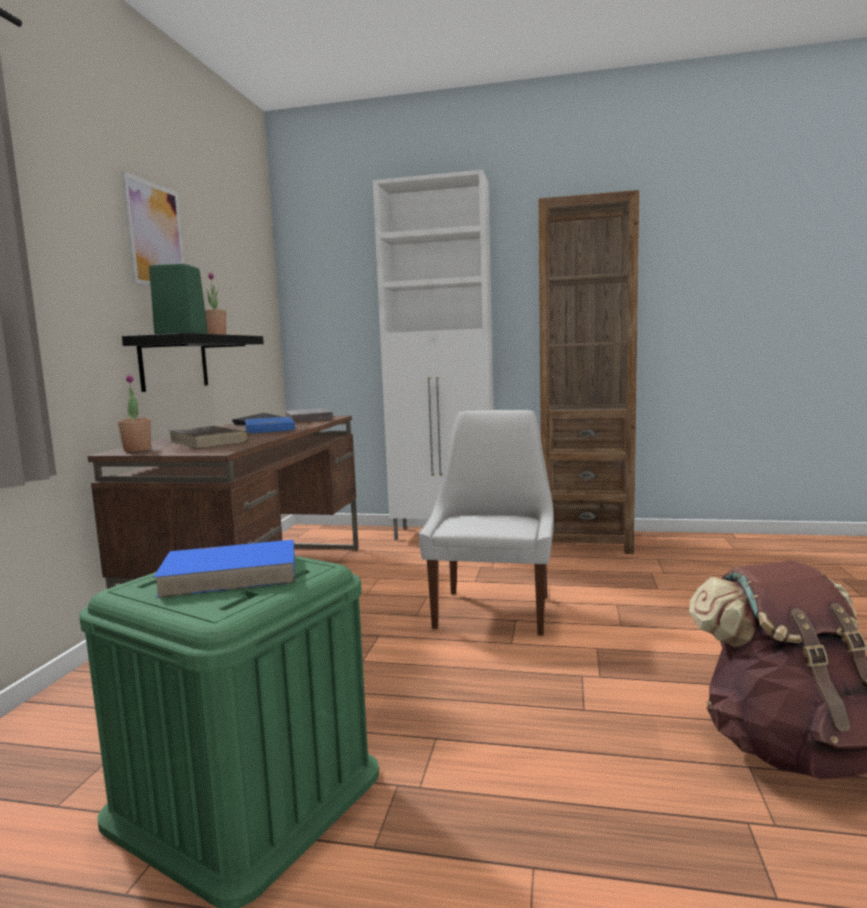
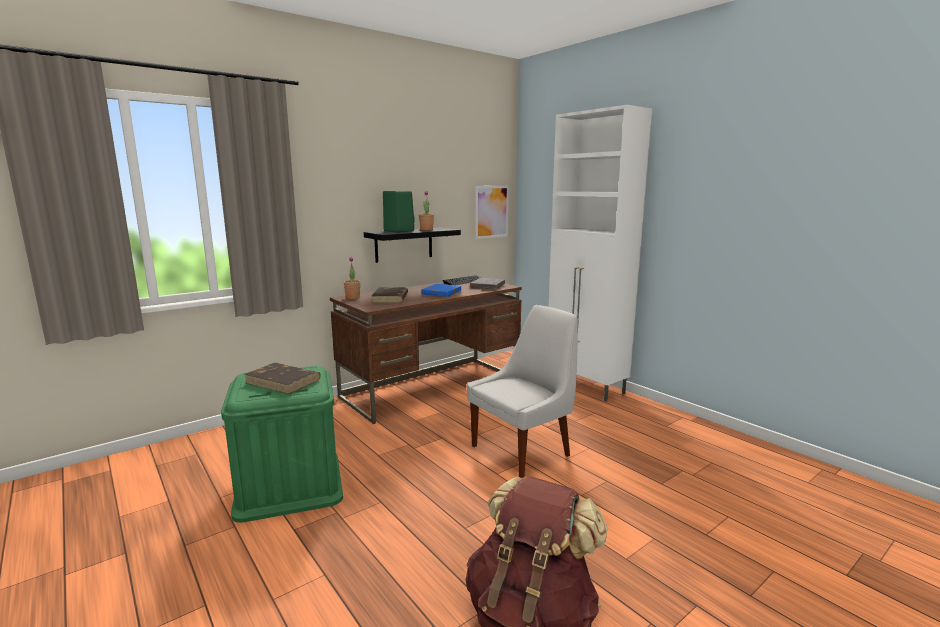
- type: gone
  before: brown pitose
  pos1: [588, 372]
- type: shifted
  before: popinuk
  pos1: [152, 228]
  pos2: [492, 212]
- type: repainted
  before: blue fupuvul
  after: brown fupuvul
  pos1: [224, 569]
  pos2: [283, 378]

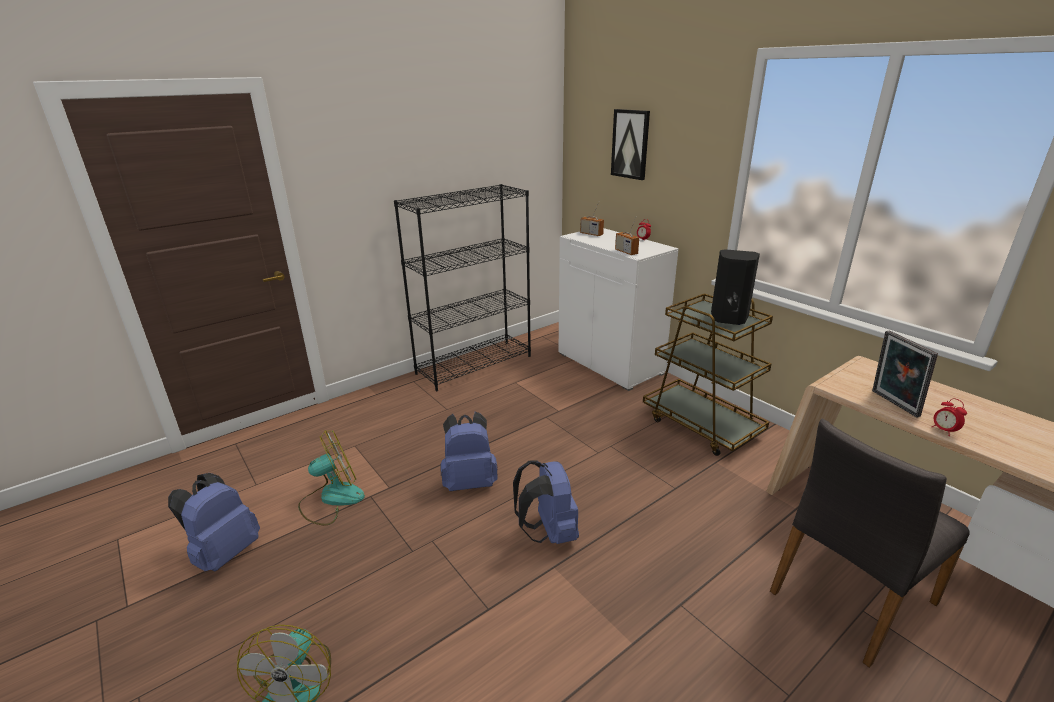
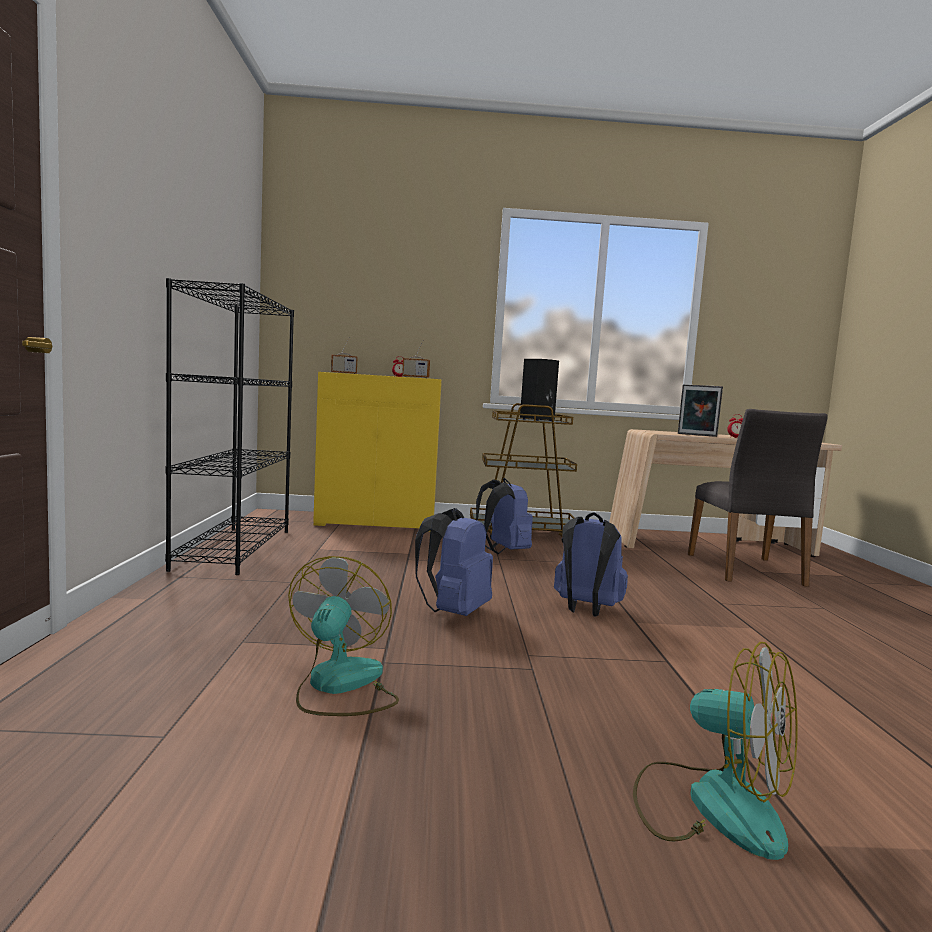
- type: gone
  before: popinuk
  pos1: [630, 144]
- type: shifted
  before: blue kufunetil
  pos1: [214, 522]
  pos2: [504, 516]
- type: repainted
  before: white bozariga
  after: yellow bozariga
  pos1: [618, 309]
  pos2: [377, 452]

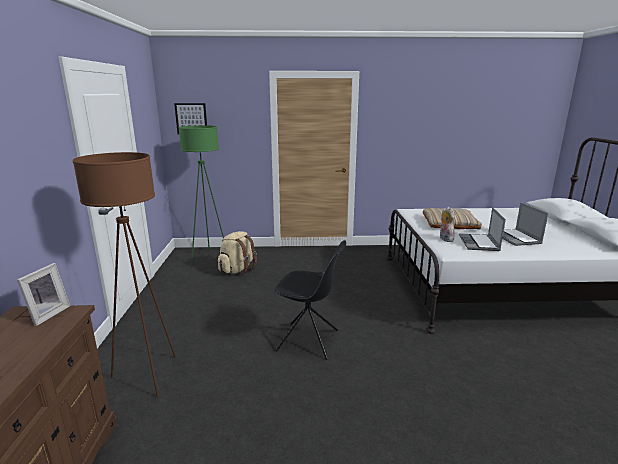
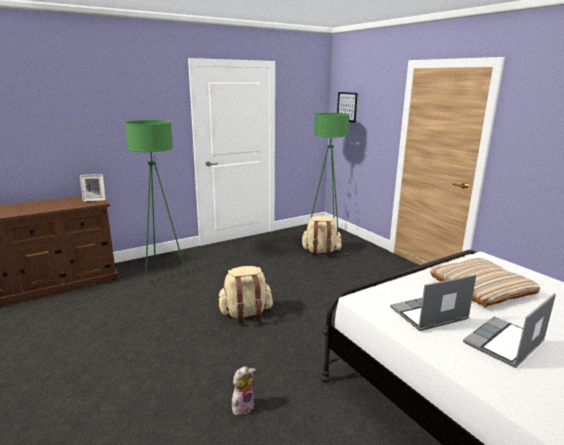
- type: shifted
  before: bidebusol
  pos1: [447, 224]
  pos2: [244, 390]
- type: swapped
  before: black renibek
  after: beige kufunetil
  pos1: [310, 300]
  pos2: [244, 294]
- type: repainted
  before: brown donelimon
  after: green donelimon
  pos1: [124, 274]
  pos2: [156, 201]

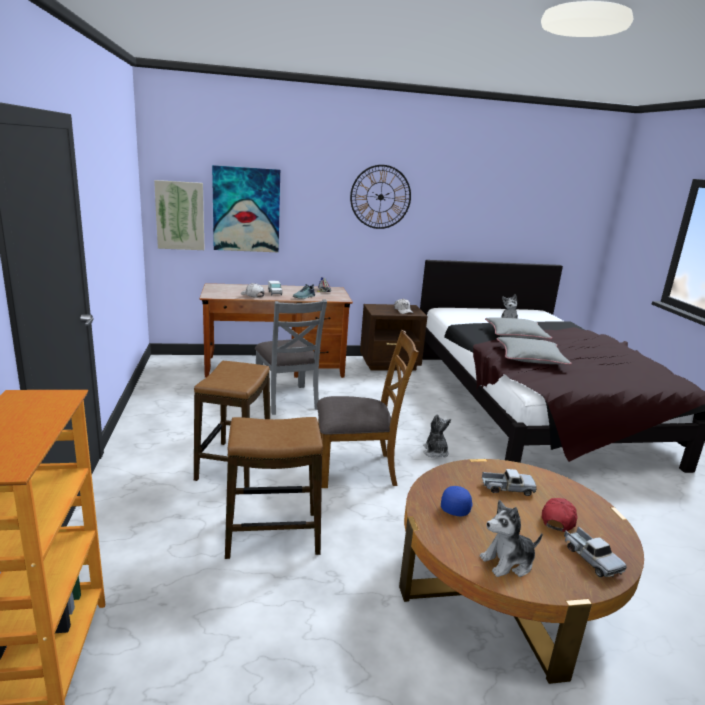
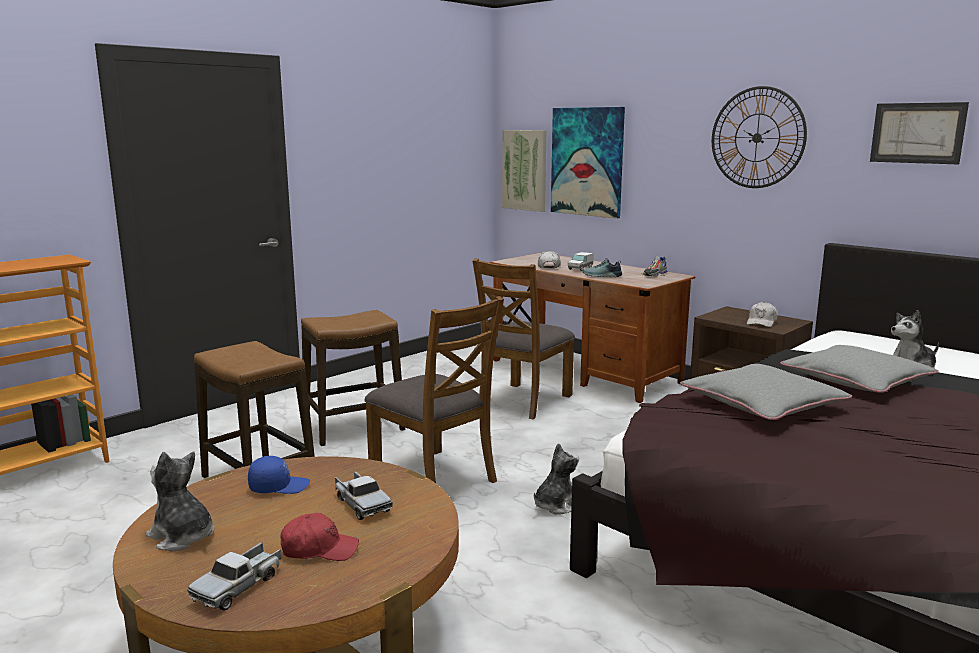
- type: new
  after: popinuk
  pos2: [919, 133]
- type: repainted
  before: grey renibek
  after: brown renibek
  pos1: [291, 357]
  pos2: [524, 338]

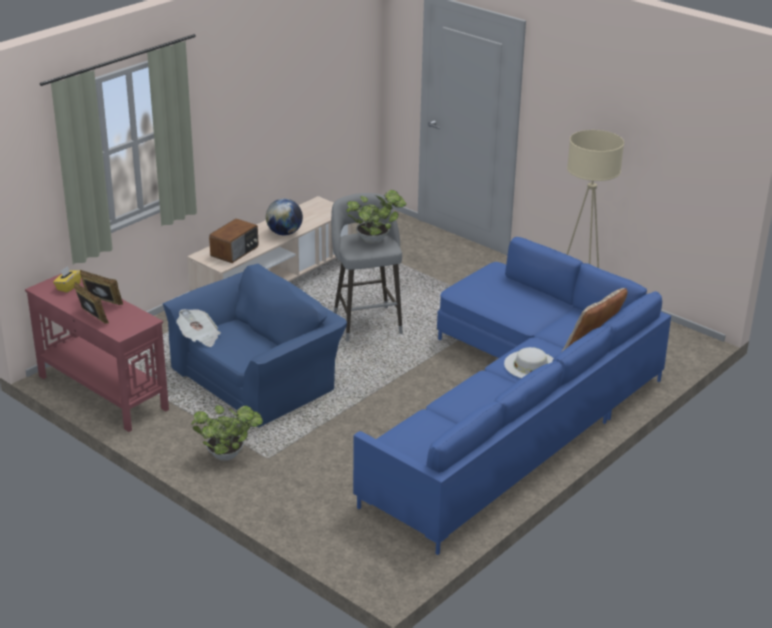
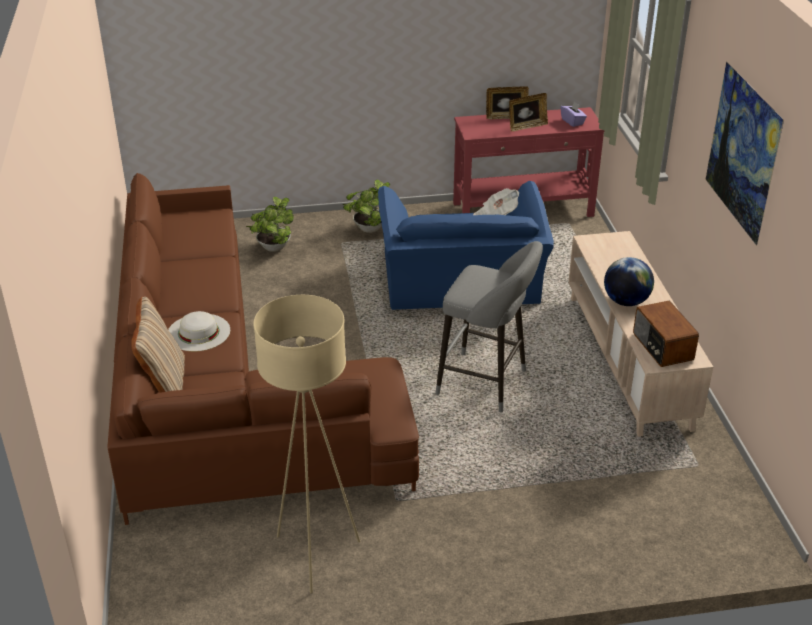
- type: new
  after: popinuk
  pos2: [744, 153]
- type: shifted
  before: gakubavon
  pos1: [234, 241]
  pos2: [666, 334]
- type: shifted
  before: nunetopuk
  pos1: [376, 217]
  pos2: [270, 224]
- type: repainted
  before: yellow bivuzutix
  after: purple bivuzutix
  pos1: [67, 279]
  pos2: [573, 114]
- type: repainted
  before: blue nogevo
  after: brown nogevo
  pos1: [512, 396]
  pos2: [263, 349]

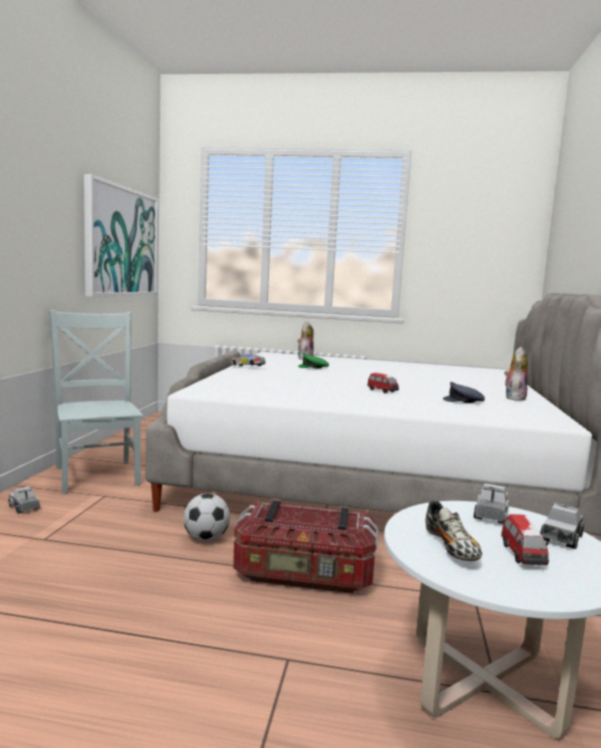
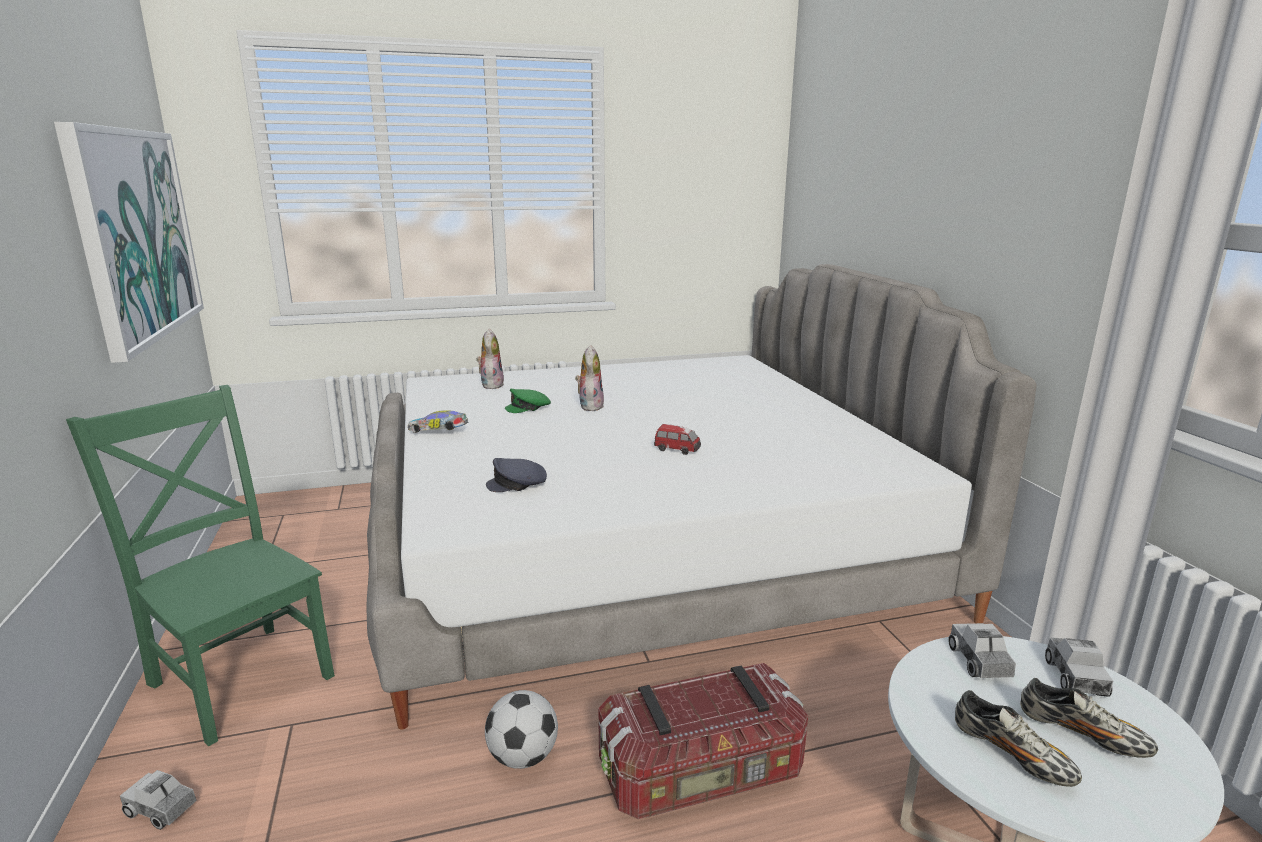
- type: shifted
  before: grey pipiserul
  pos1: [464, 392]
  pos2: [516, 475]
- type: shifted
  before: bidebusol
  pos1: [516, 374]
  pos2: [589, 378]
- type: swapped
  before: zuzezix
  after: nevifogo
  pos1: [525, 539]
  pos2: [1089, 718]
- type: repainted
  before: grey renibek
  after: green renibek
  pos1: [96, 402]
  pos2: [200, 565]

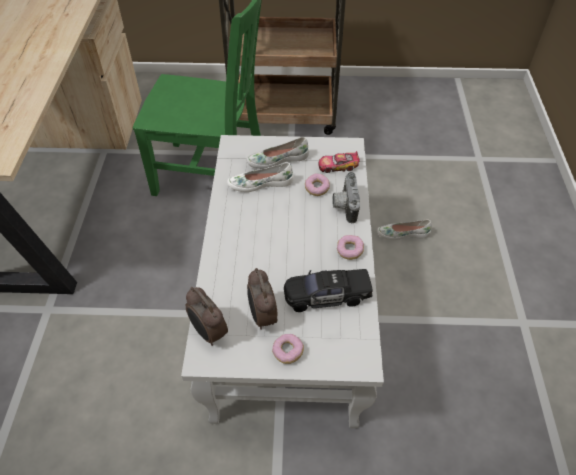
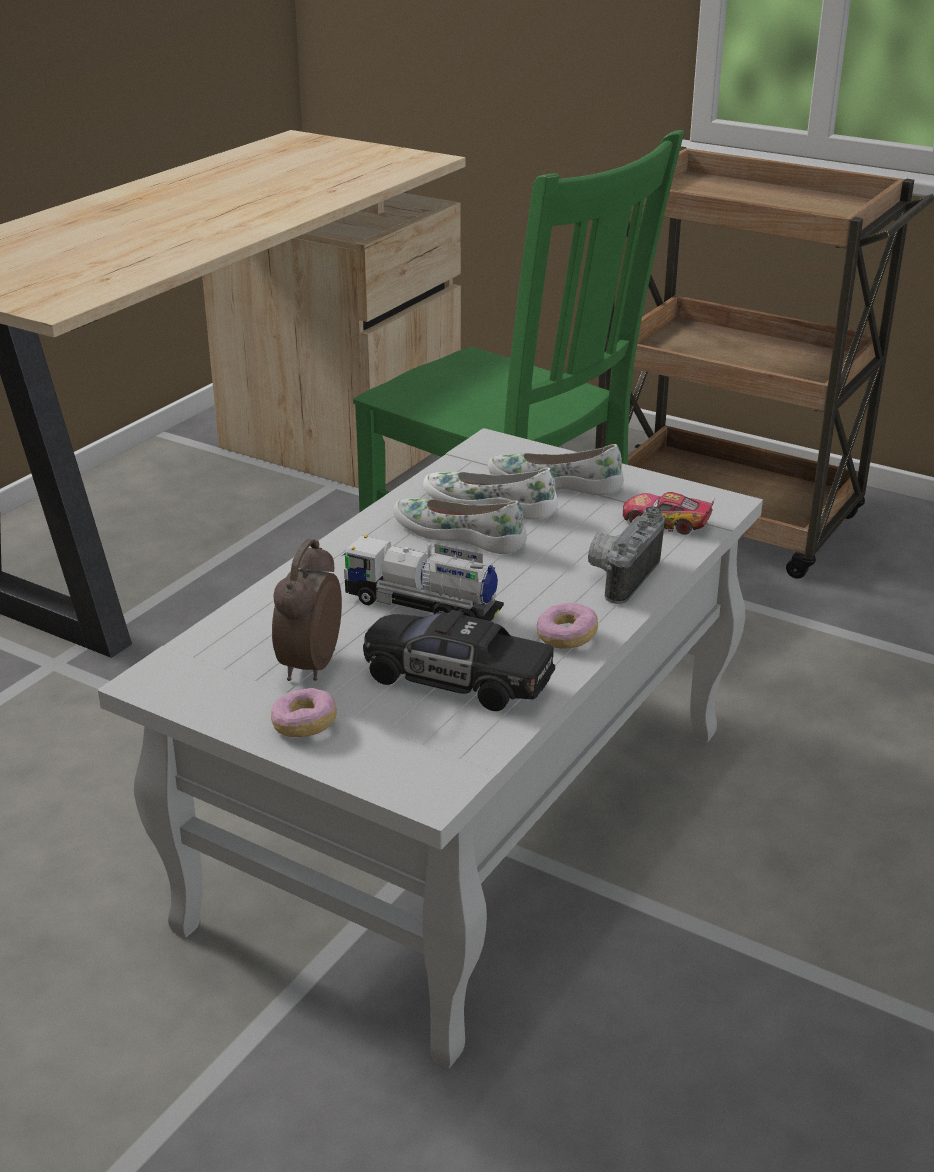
- type: gone
  before: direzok
  pos1: [207, 316]
- type: gone
  before: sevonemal
  pos1: [317, 184]
- type: new
  after: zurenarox
  pos2: [423, 578]
- type: shifted
  before: white nevifogo
  pos1: [404, 230]
  pos2: [460, 526]

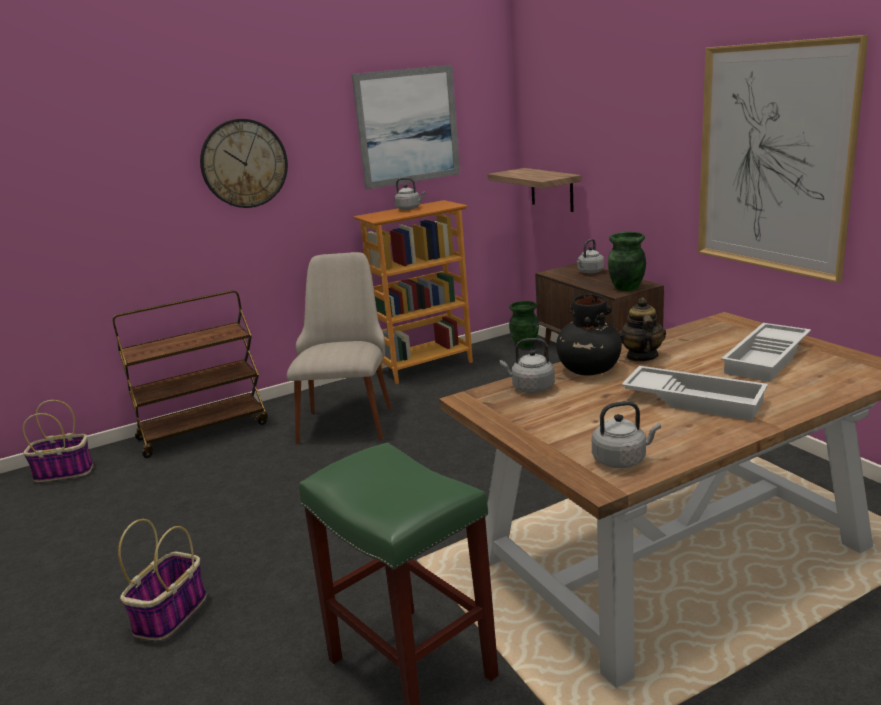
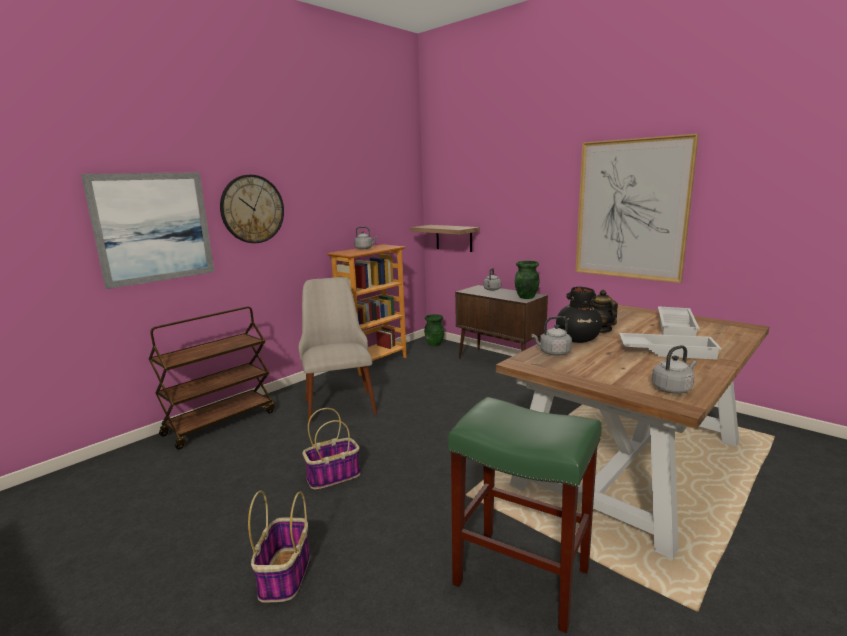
- type: shifted
  before: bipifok
  pos1: [58, 441]
  pos2: [331, 448]
- type: shifted
  before: popinuk
  pos1: [406, 127]
  pos2: [147, 230]

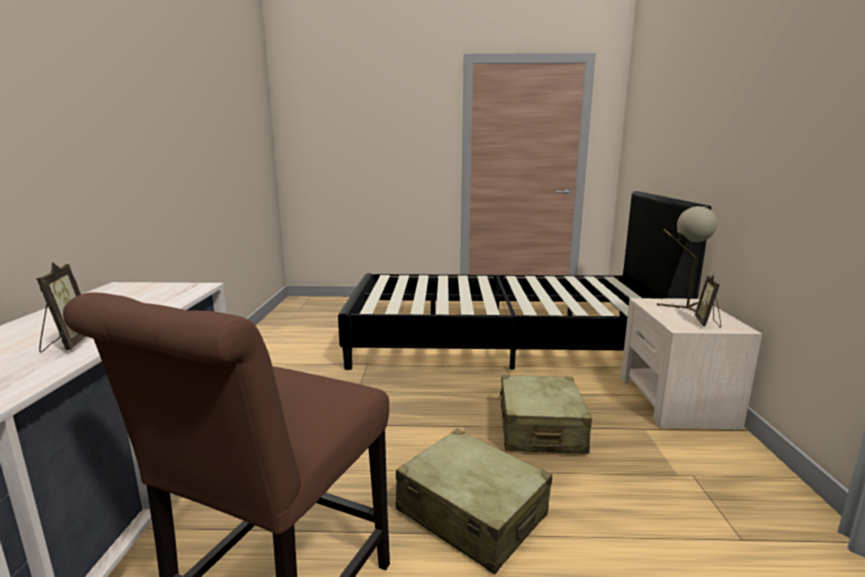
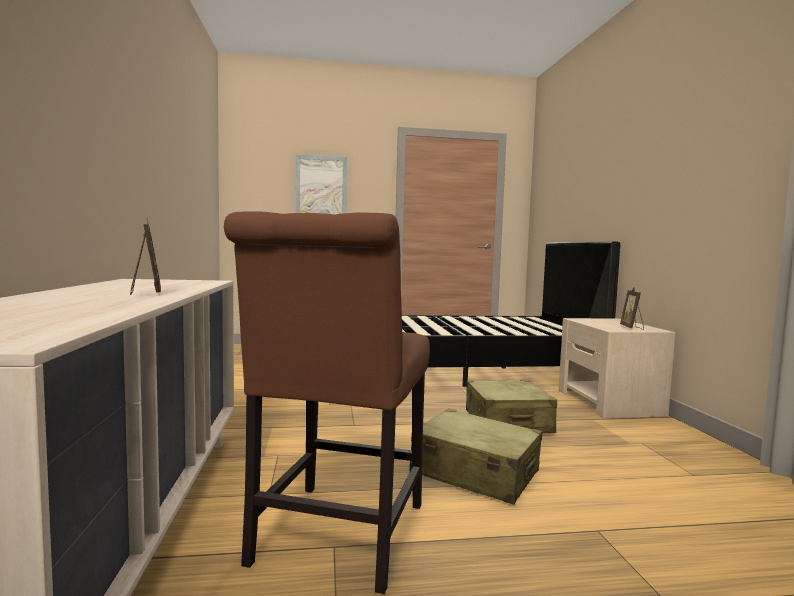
- type: gone
  before: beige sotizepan
  pos1: [687, 259]
- type: new
  after: popinuk
  pos2: [321, 184]

